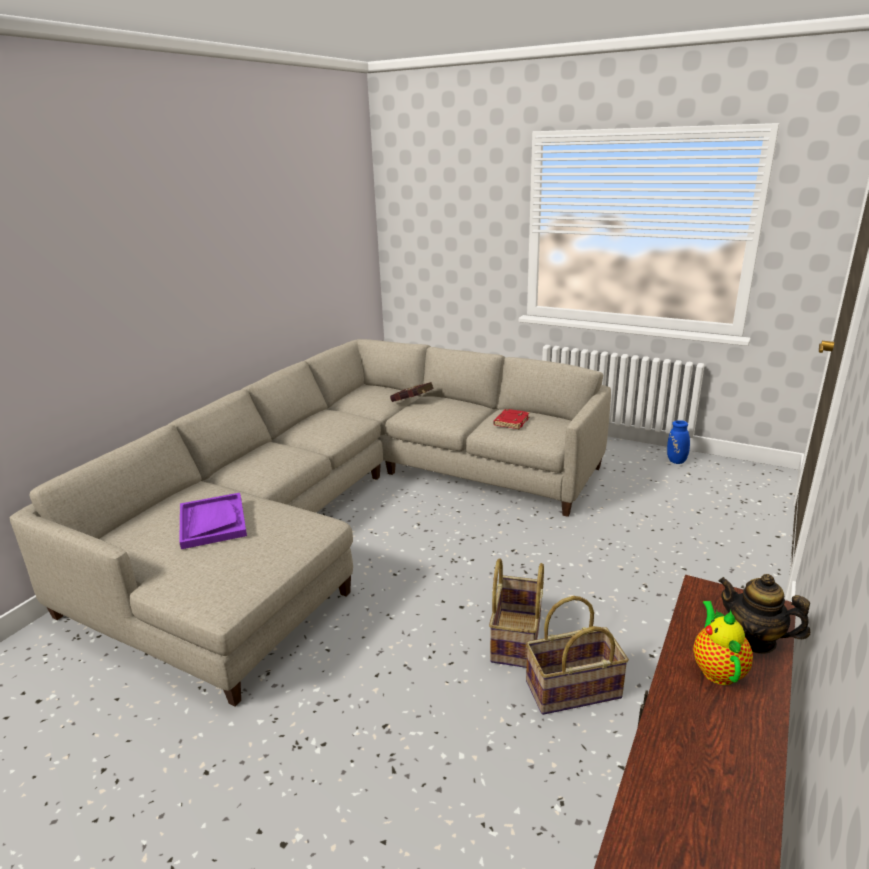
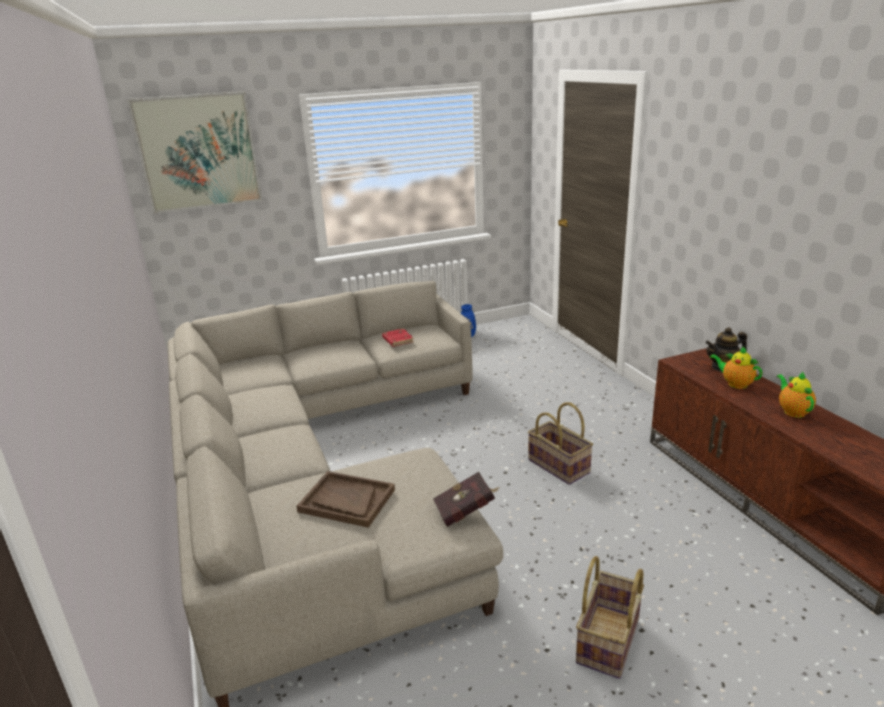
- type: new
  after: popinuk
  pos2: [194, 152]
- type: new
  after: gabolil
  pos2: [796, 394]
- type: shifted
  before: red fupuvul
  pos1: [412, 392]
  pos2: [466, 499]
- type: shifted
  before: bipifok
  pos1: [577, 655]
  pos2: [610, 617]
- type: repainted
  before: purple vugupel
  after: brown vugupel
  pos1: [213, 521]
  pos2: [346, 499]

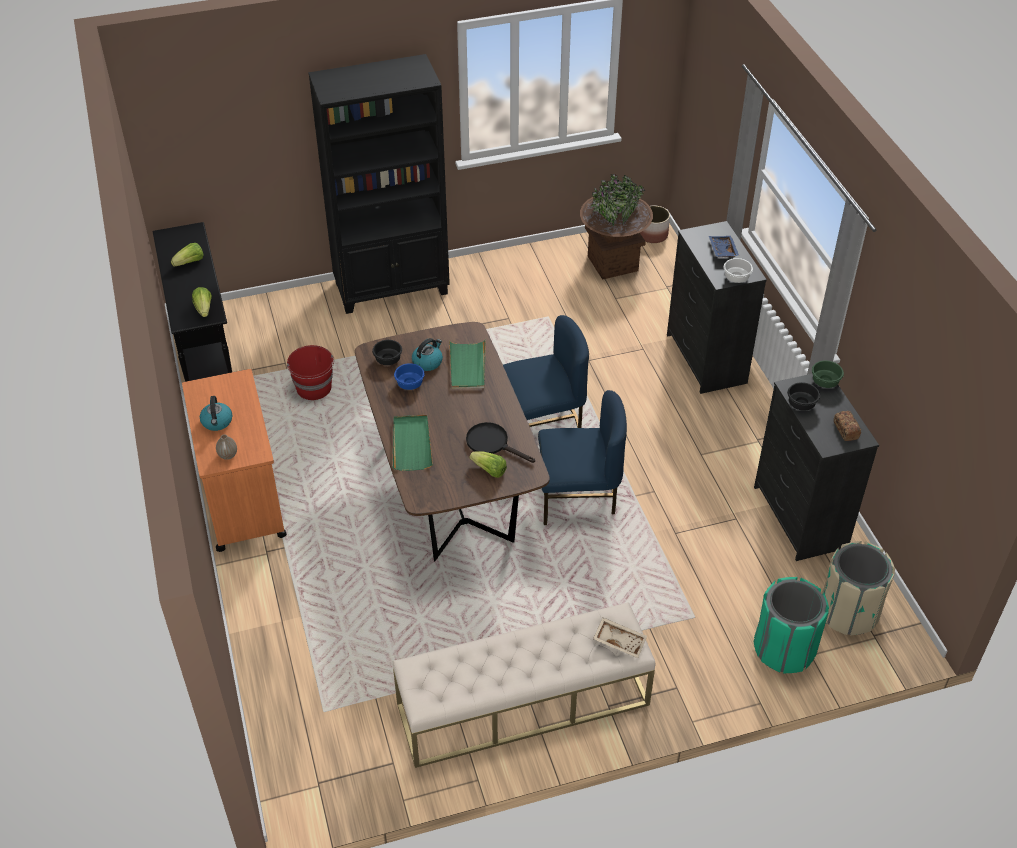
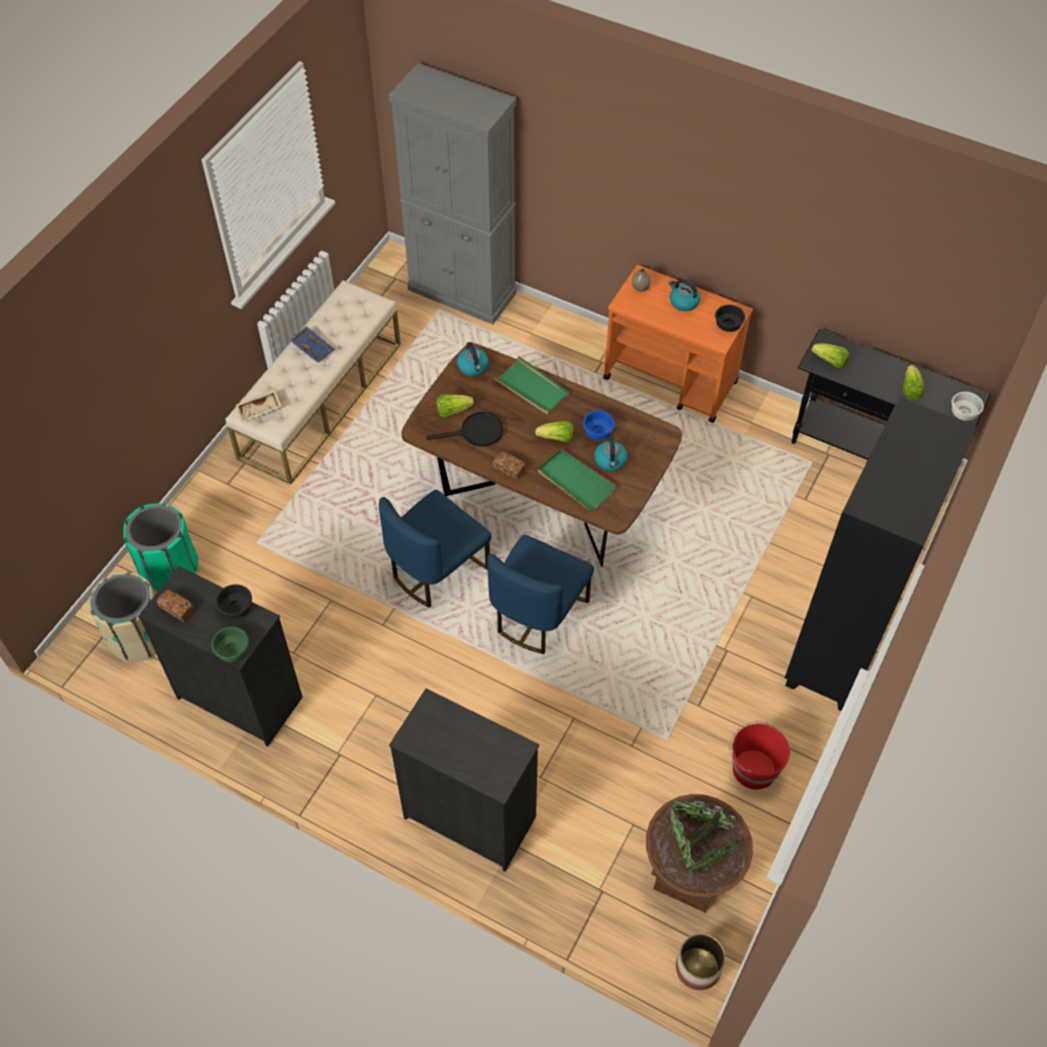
- type: new
  after: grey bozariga
  pos2: [453, 194]
- type: new
  after: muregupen
  pos2: [473, 359]
- type: new
  after: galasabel
  pos2: [509, 465]
- type: new
  after: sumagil
  pos2: [554, 431]
- type: shifted
  before: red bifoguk
  pos1: [310, 372]
  pos2: [760, 755]
- type: shifted
  before: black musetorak
  pos1: [387, 352]
  pos2: [730, 318]
- type: shifted
  before: blue vugupel
  pos1: [724, 246]
  pos2: [312, 344]
- type: shifted
  before: white musetorak
  pos1: [738, 270]
  pos2: [968, 406]

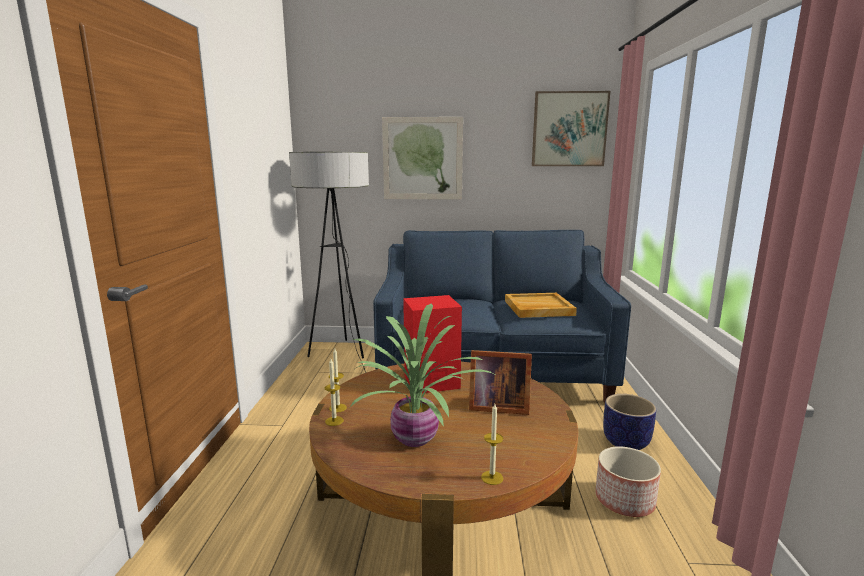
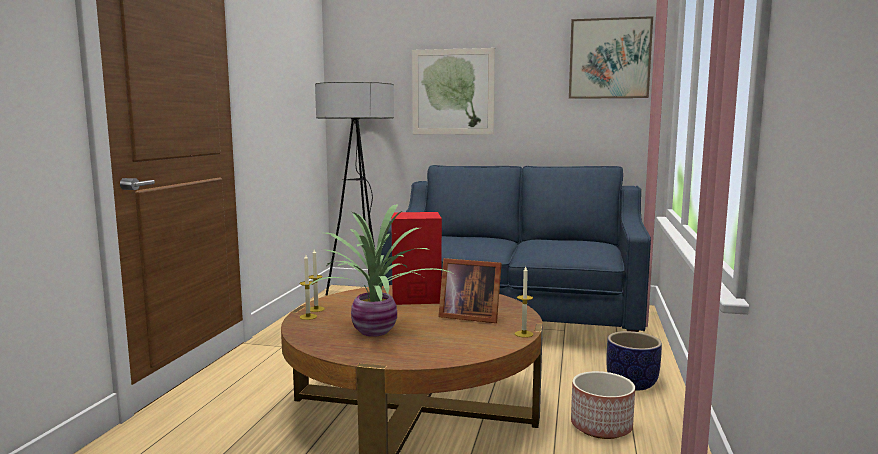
- type: gone
  before: beige vugupel
  pos1: [541, 305]
- type: shifted
  before: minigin
  pos1: [492, 444]
  pos2: [524, 302]

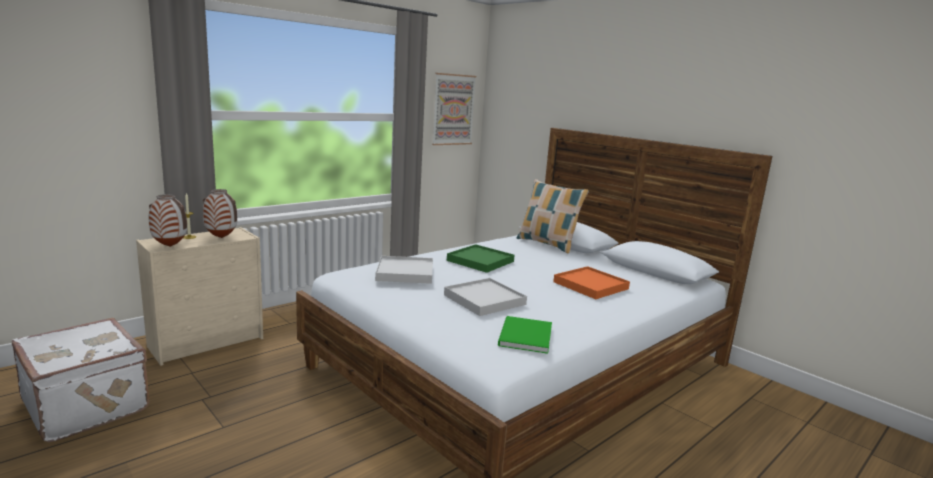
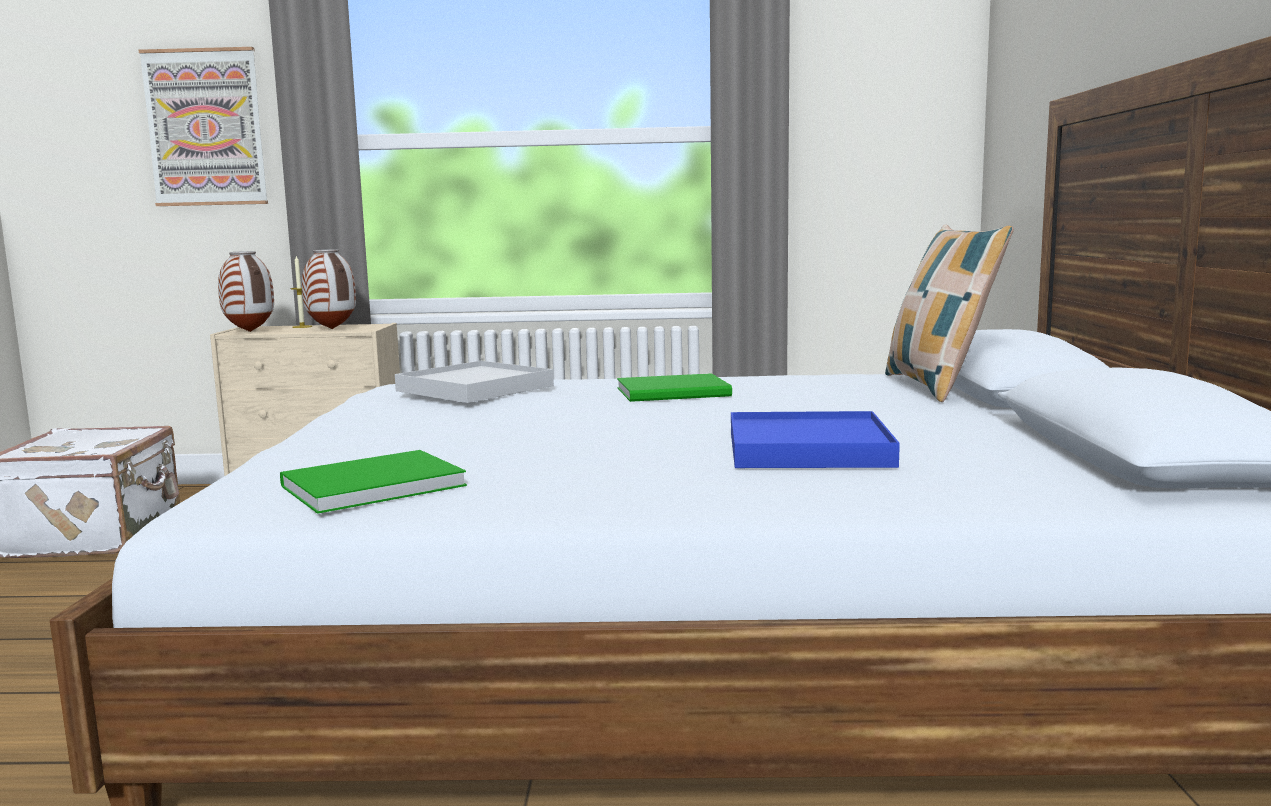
- type: gone
  before: white vugupel
  pos1: [485, 297]
- type: shifted
  before: popinuk
  pos1: [454, 109]
  pos2: [203, 126]
- type: swapped
  before: green vugupel
  after: green fupuvul
  pos1: [481, 258]
  pos2: [674, 387]
- type: repainted
  before: orange vugupel
  after: blue vugupel
  pos1: [591, 282]
  pos2: [815, 439]

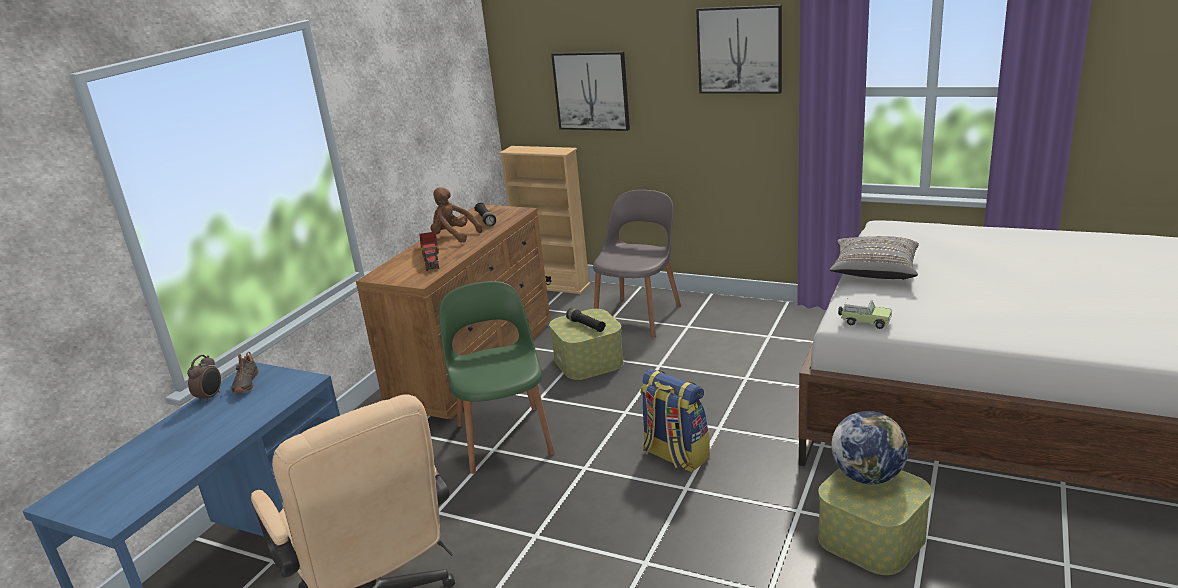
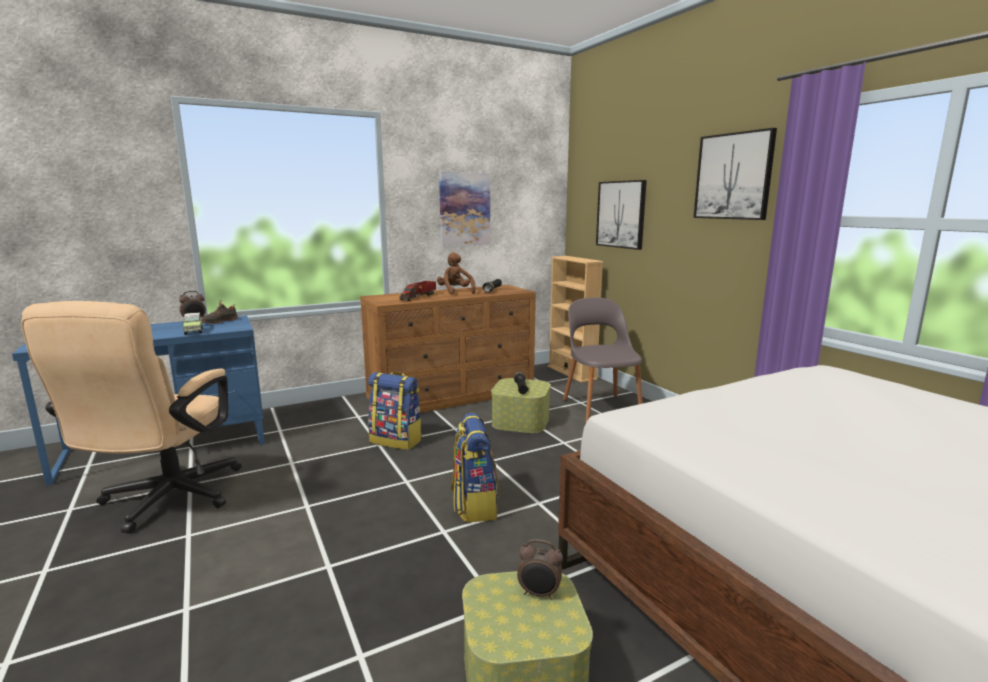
- type: gone
  before: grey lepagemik
  pos1: [874, 258]
- type: new
  after: popinuk
  pos2: [464, 209]
- type: shifted
  before: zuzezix
  pos1: [865, 313]
  pos2: [192, 324]
- type: swapped
  before: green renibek
  after: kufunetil
  pos1: [497, 377]
  pos2: [395, 411]
- type: swapped
  before: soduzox
  after: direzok
  pos1: [869, 447]
  pos2: [540, 569]
- type: rotated
  before: grey renibek
  pos1: [637, 263]
  pos2: [603, 360]
  turn: -75

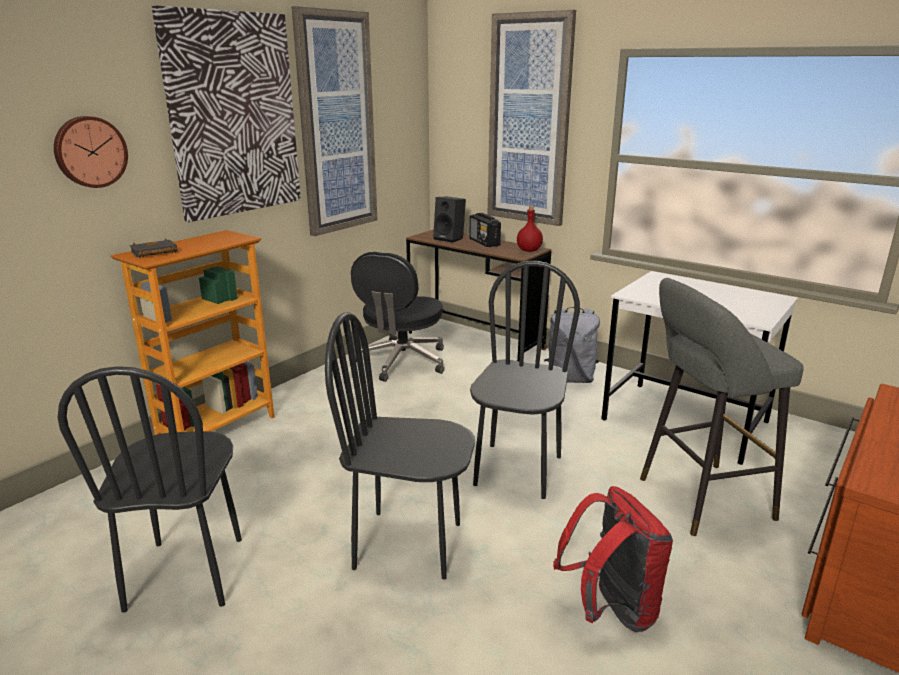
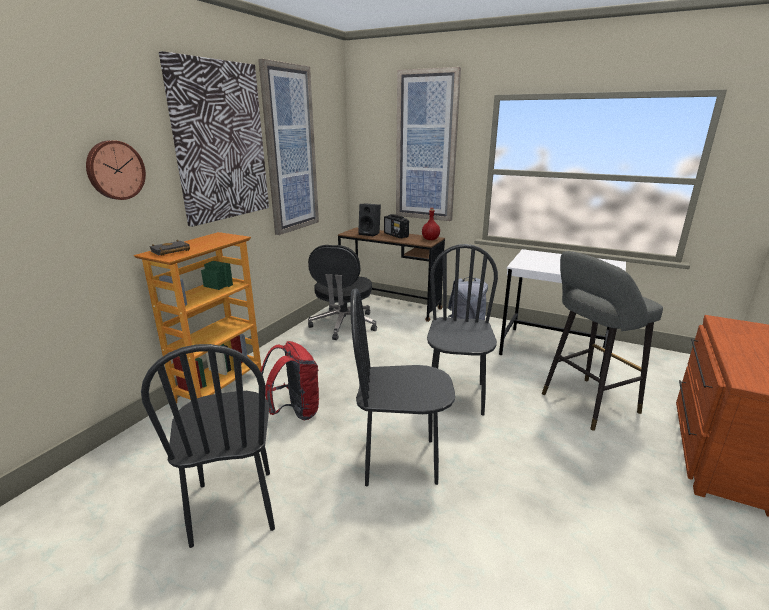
- type: shifted
  before: red kufunetil
  pos1: [613, 559]
  pos2: [290, 380]

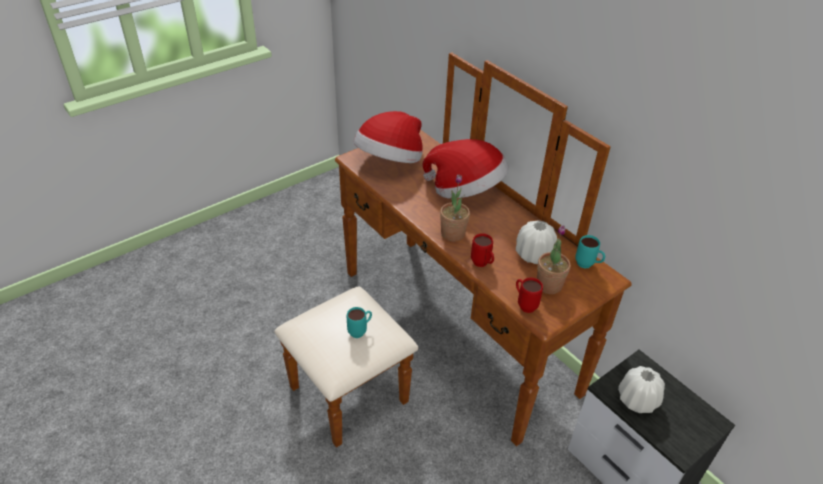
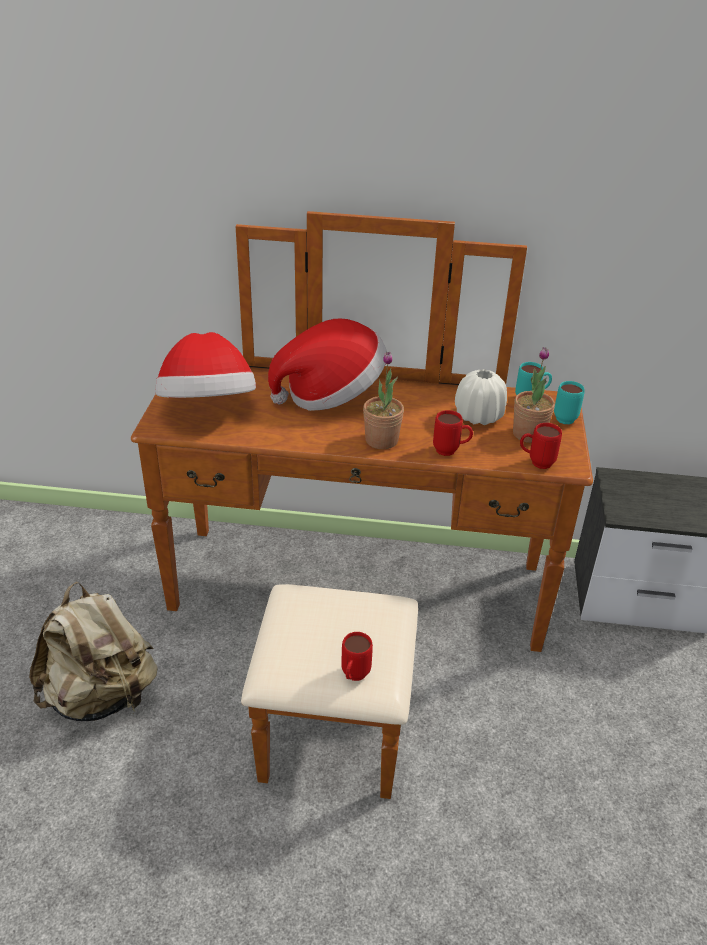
- type: gone
  before: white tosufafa
  pos1: [641, 389]
- type: new
  after: beige kufunetil
  pos2: [93, 651]
- type: new
  after: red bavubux
  pos2: [357, 656]
- type: shifted
  before: turquoise bavubux
  pos1: [359, 322]
  pos2: [569, 402]

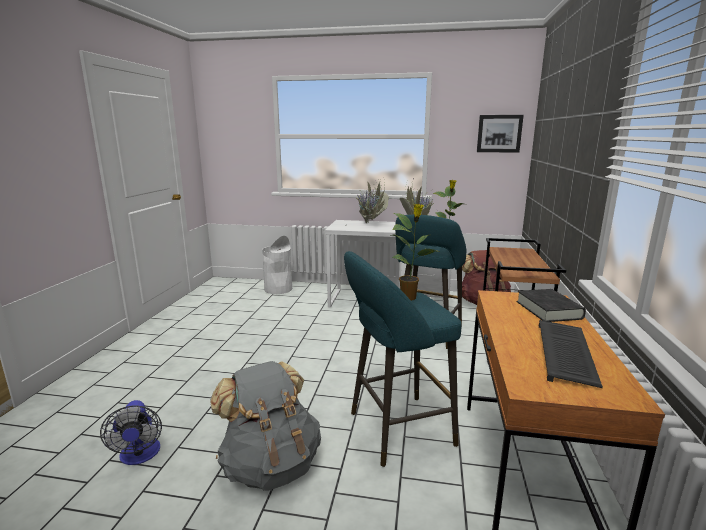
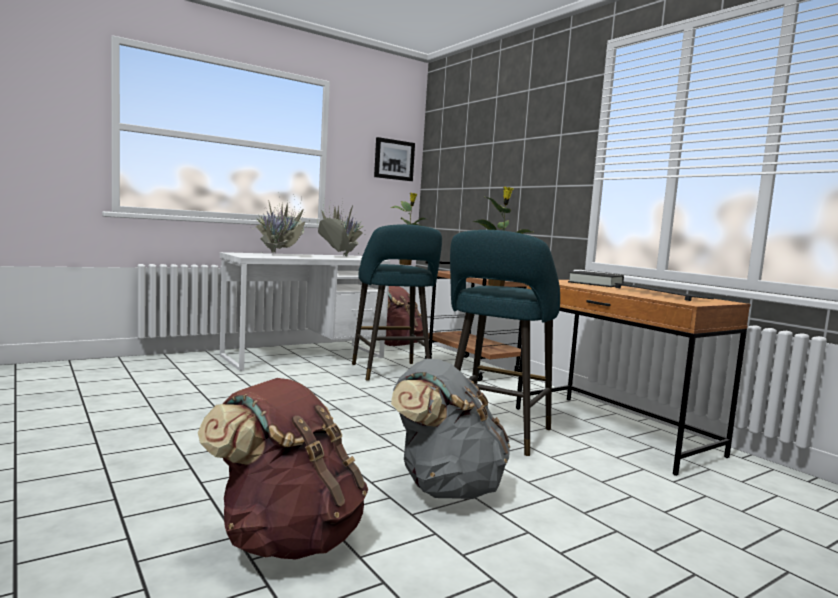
- type: gone
  before: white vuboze
  pos1: [277, 265]
- type: swapped
  before: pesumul
  after: brown kufunetil
  pos1: [131, 432]
  pos2: [283, 469]

